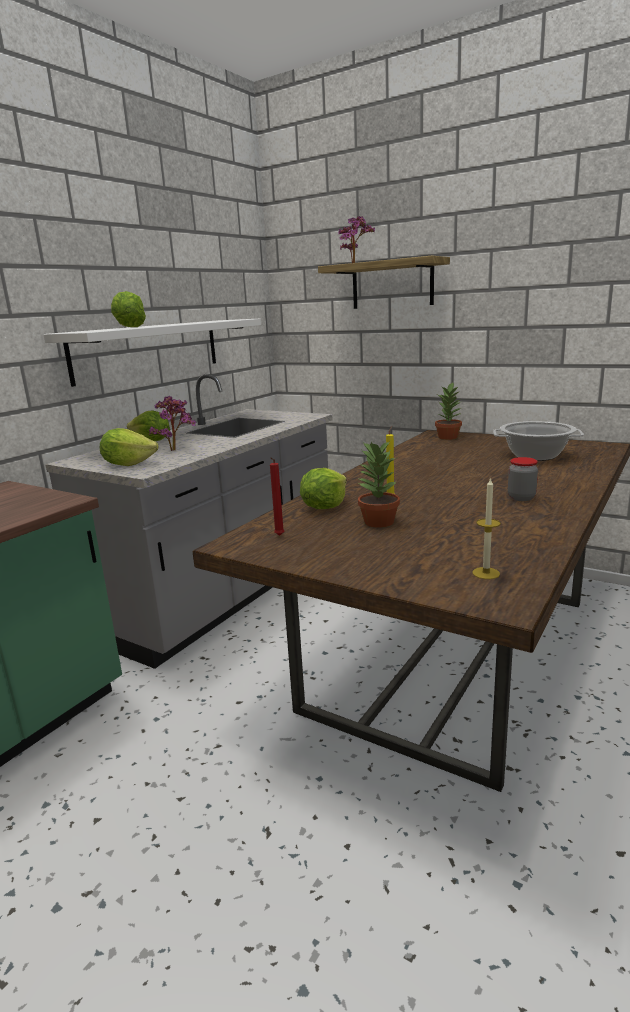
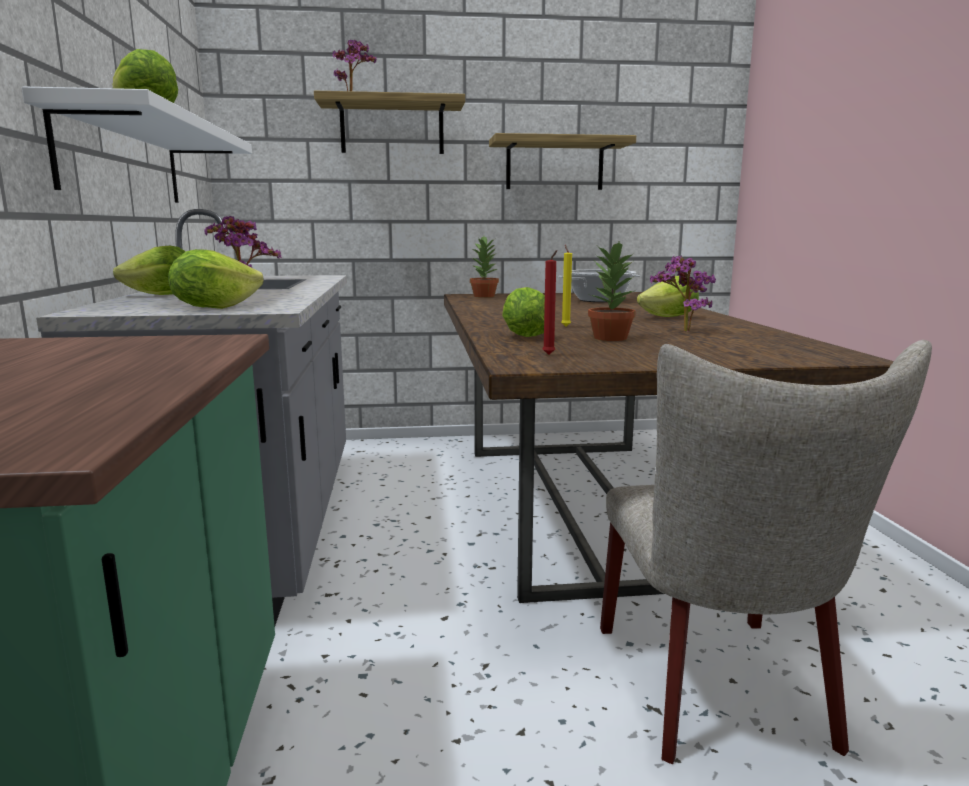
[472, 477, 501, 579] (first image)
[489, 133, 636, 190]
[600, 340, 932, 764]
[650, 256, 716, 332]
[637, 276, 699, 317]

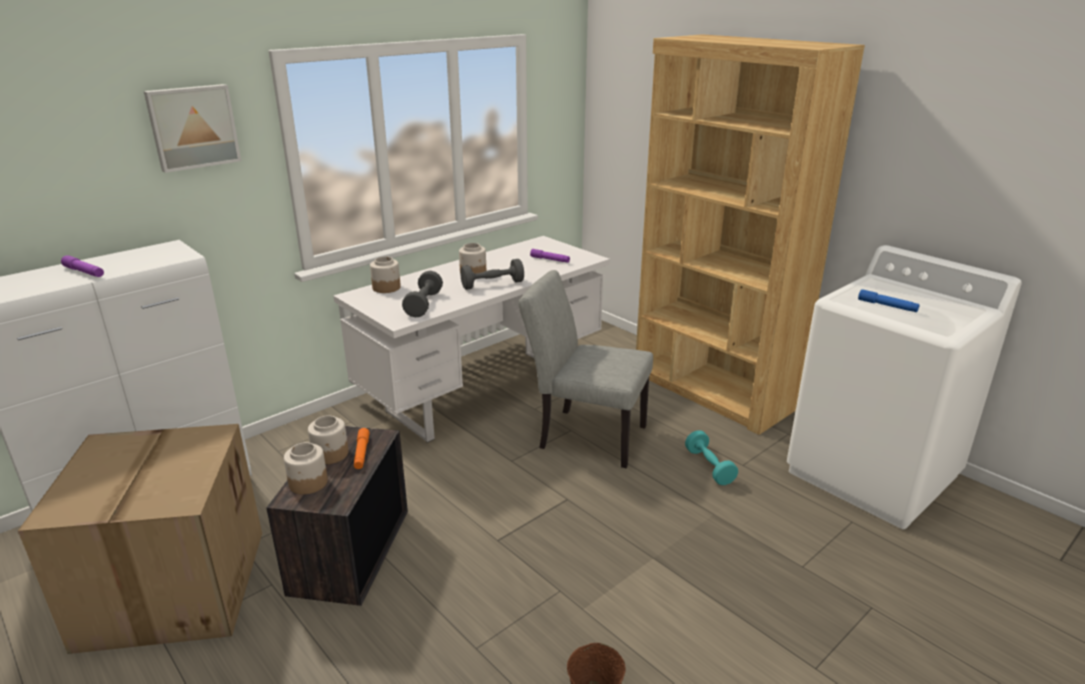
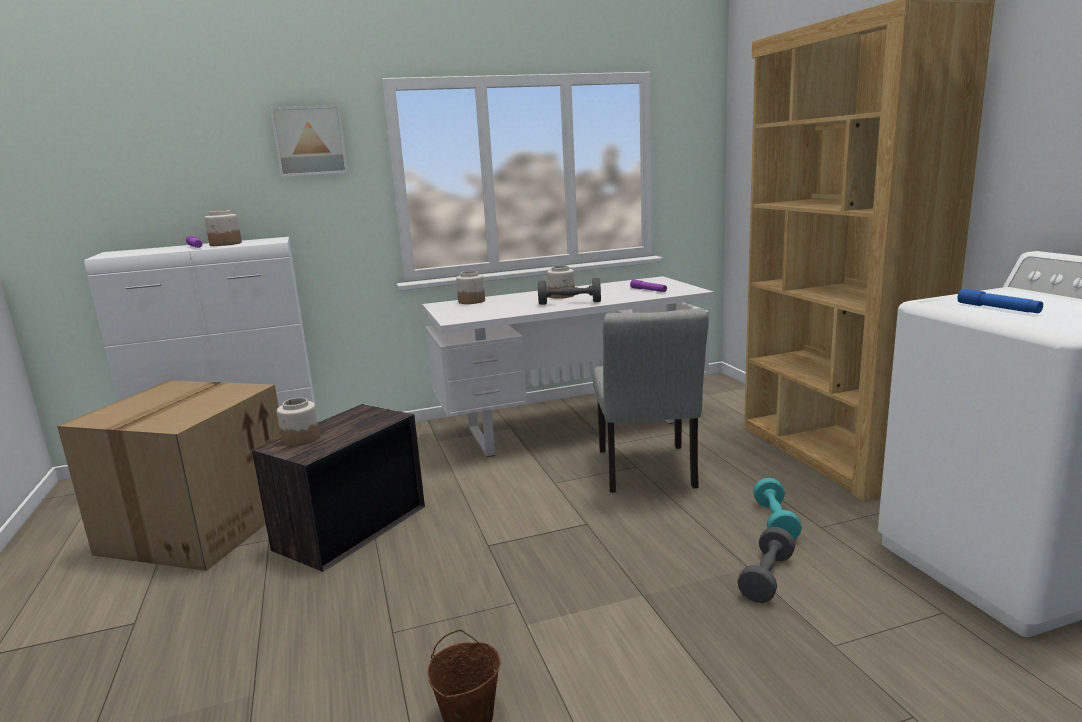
[354, 428, 370, 469] (first image)
[204, 210, 242, 246]
[737, 527, 795, 603]
[593, 308, 708, 493]

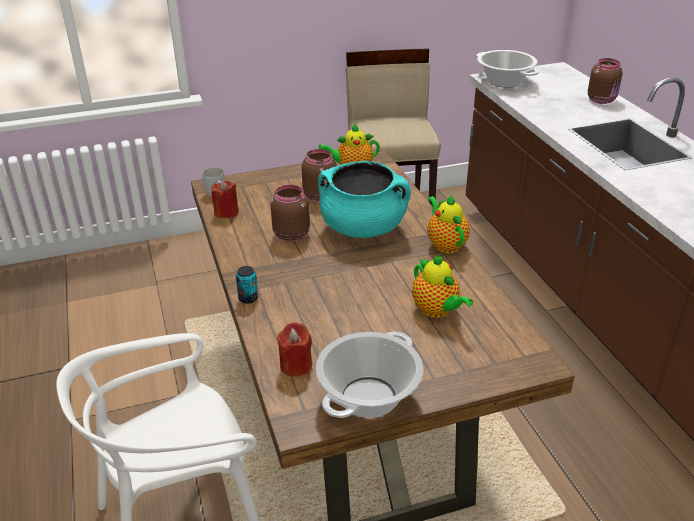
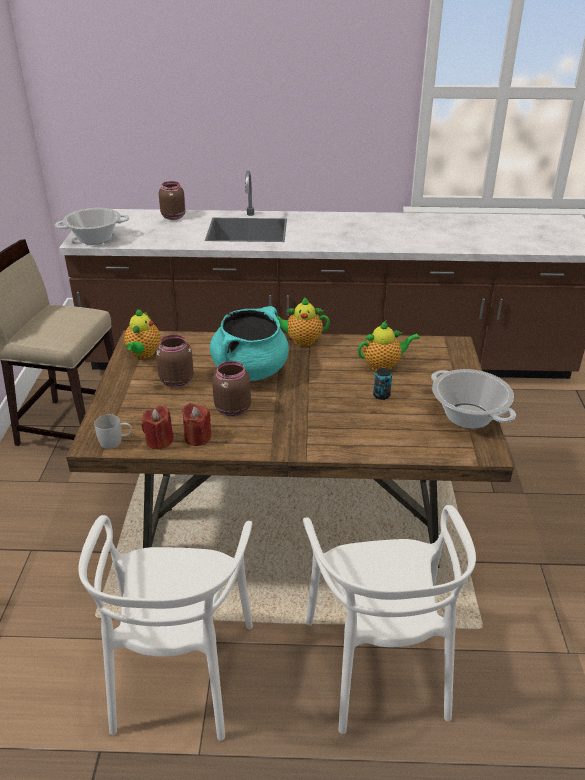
[78, 515, 253, 741]
[373, 368, 392, 400]
[182, 403, 212, 446]

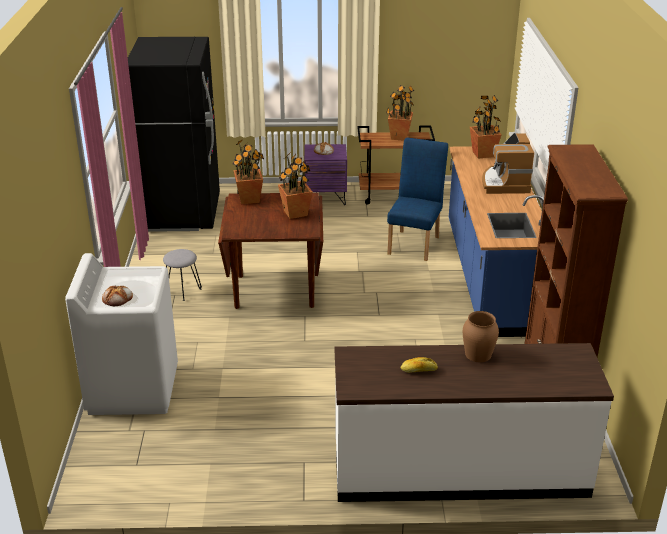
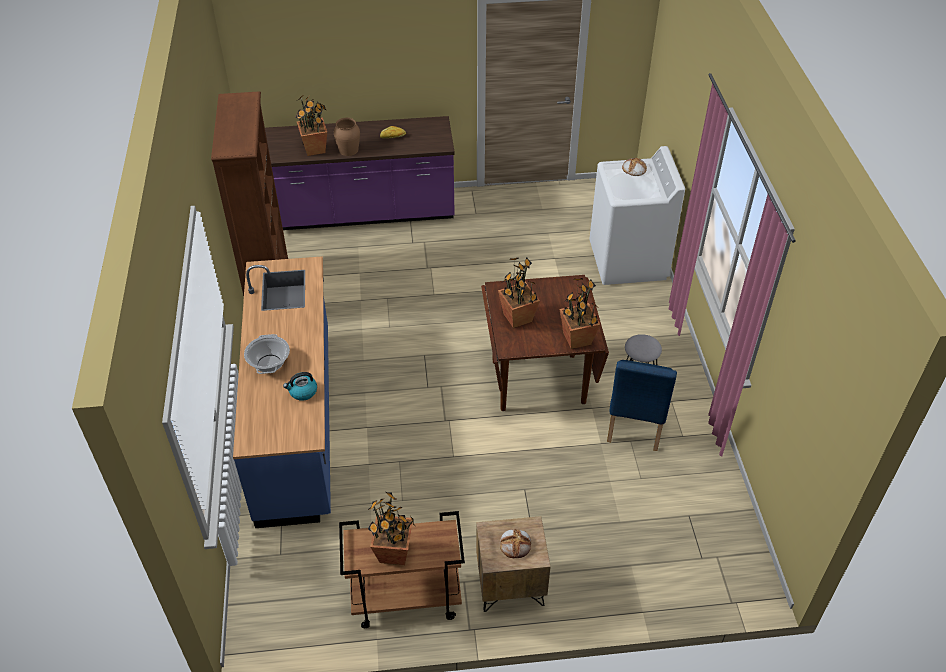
[128, 37, 220, 232] (first image)
[283, 372, 317, 400]
[607, 360, 677, 451]
[295, 94, 327, 156]
[244, 334, 290, 374]
[476, 516, 551, 612]
[265, 116, 455, 230]

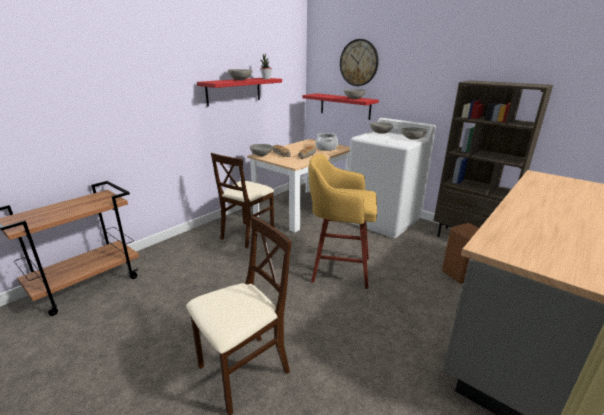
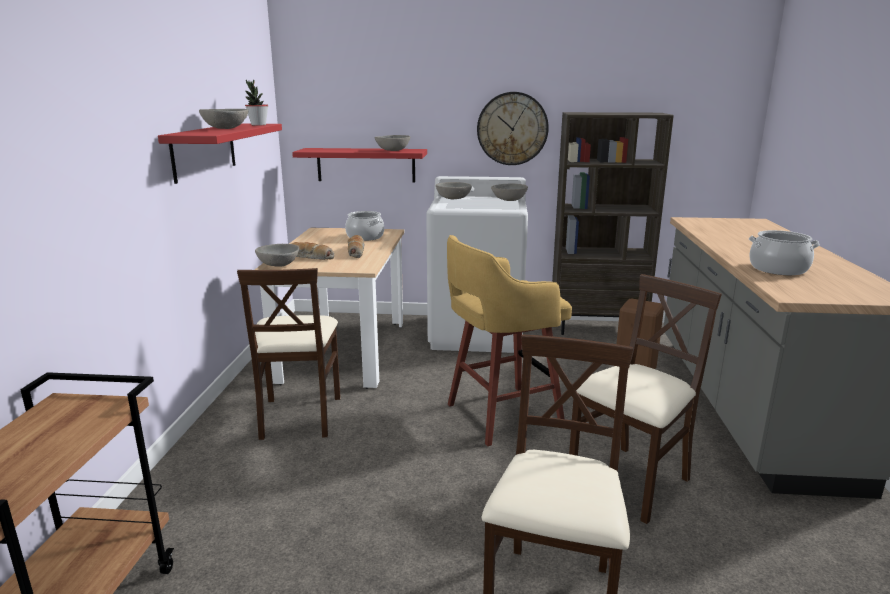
[569, 274, 722, 524]
[749, 230, 820, 275]
[477, 92, 549, 165]

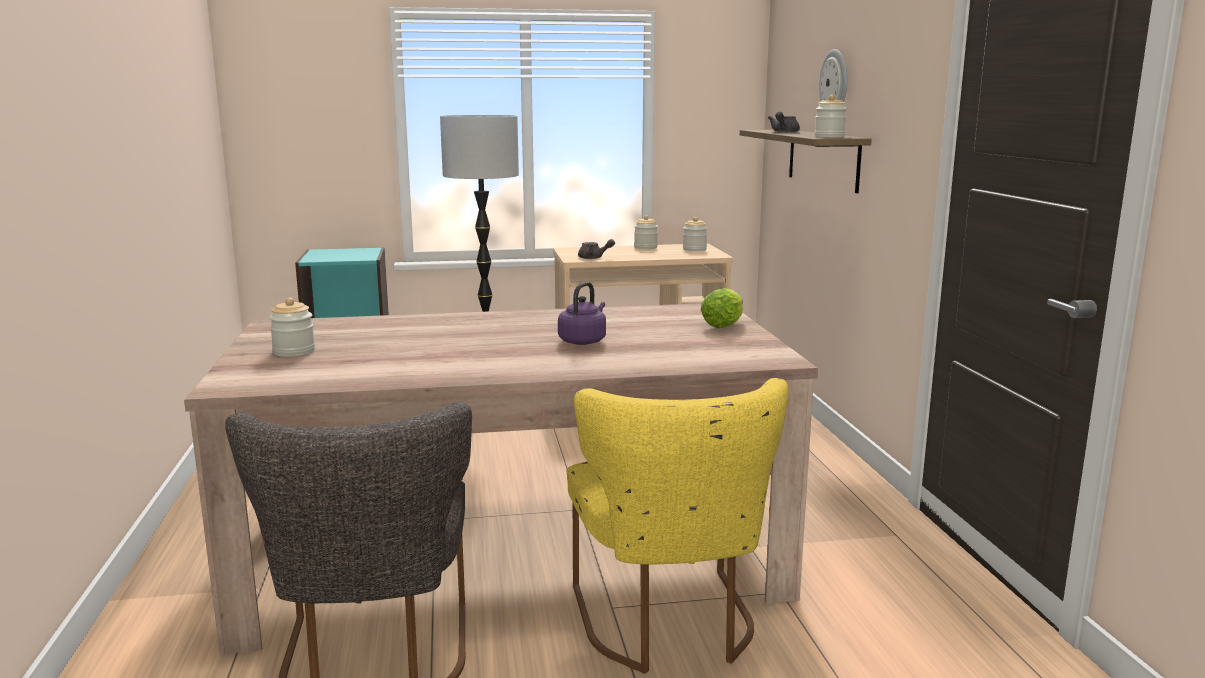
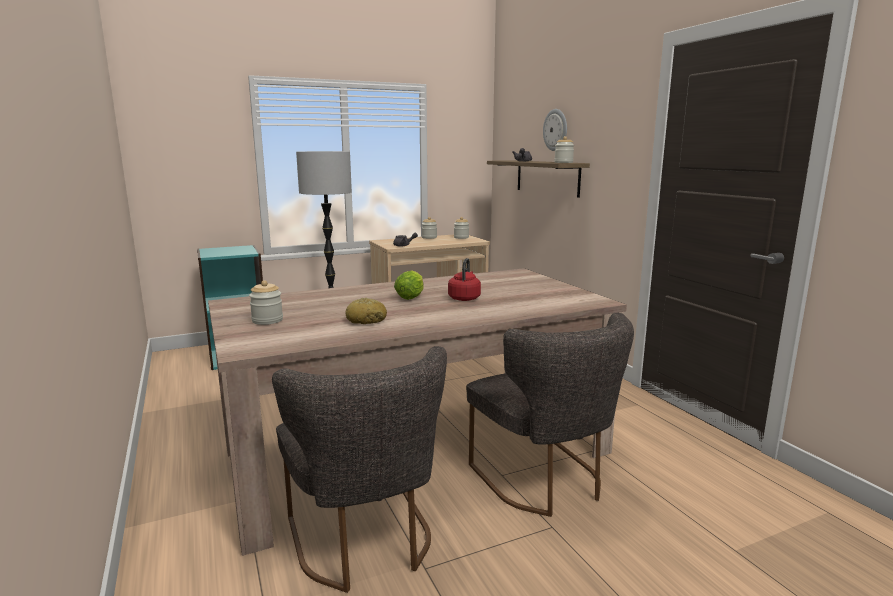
[345, 298, 387, 324]
[394, 270, 424, 300]
[448, 258, 481, 301]
[466, 313, 634, 517]

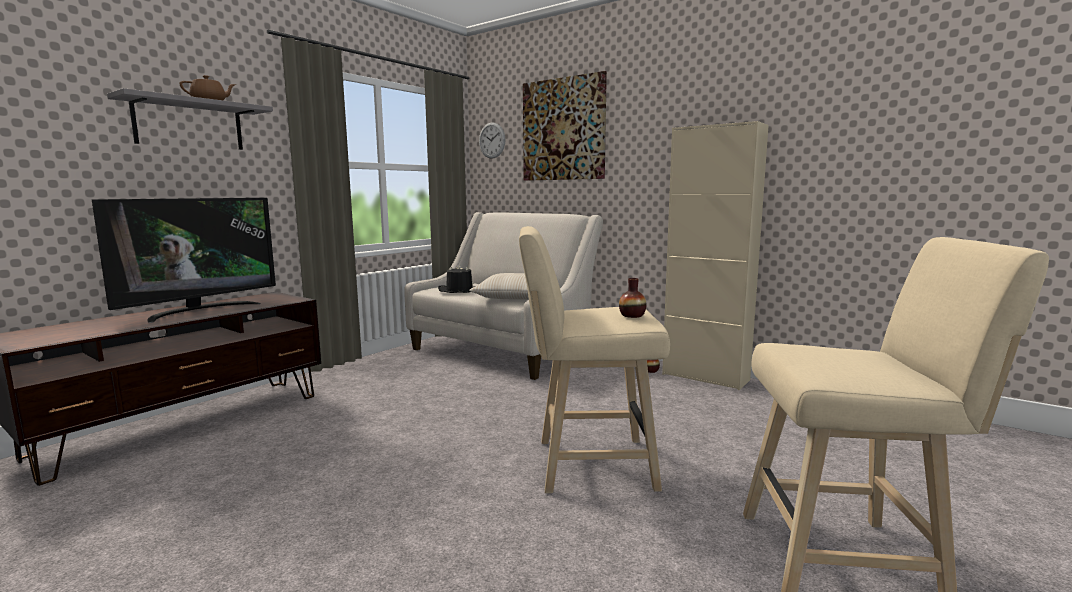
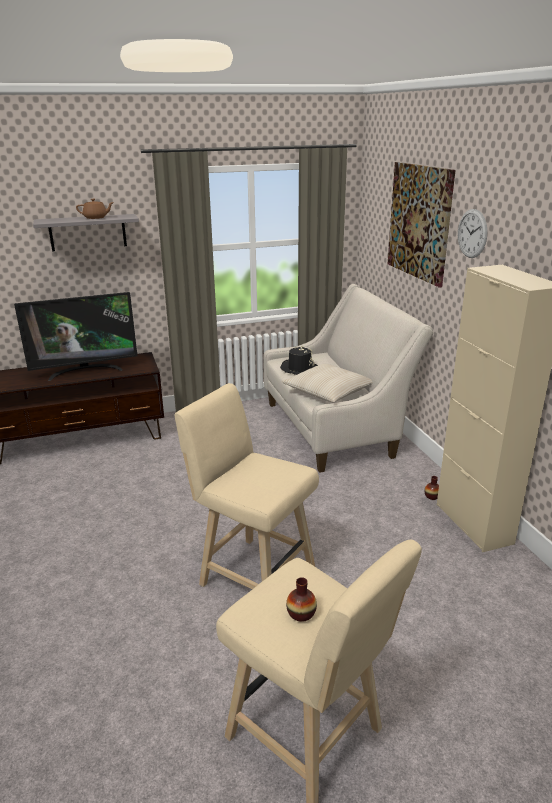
[458, 209, 487, 258]
[286, 577, 317, 622]

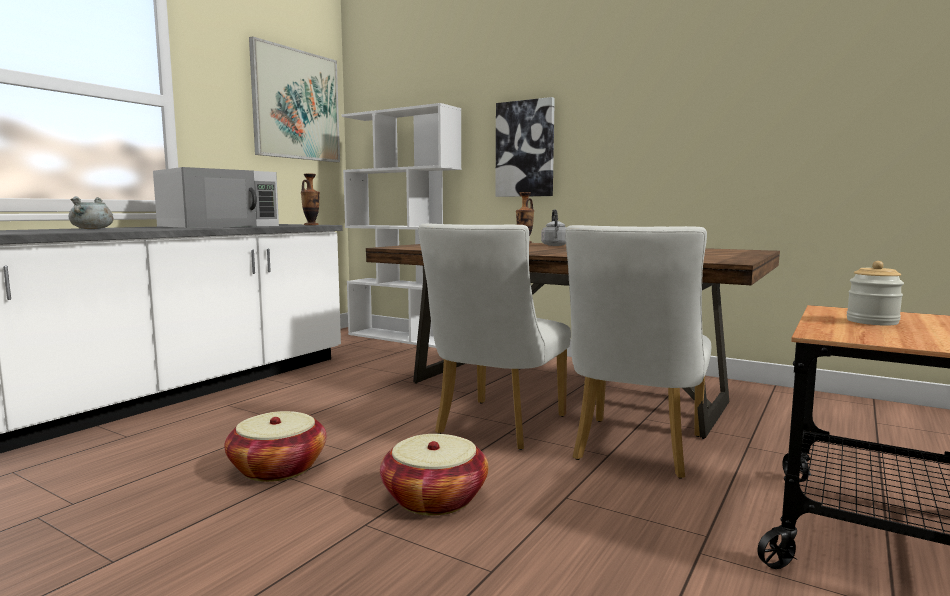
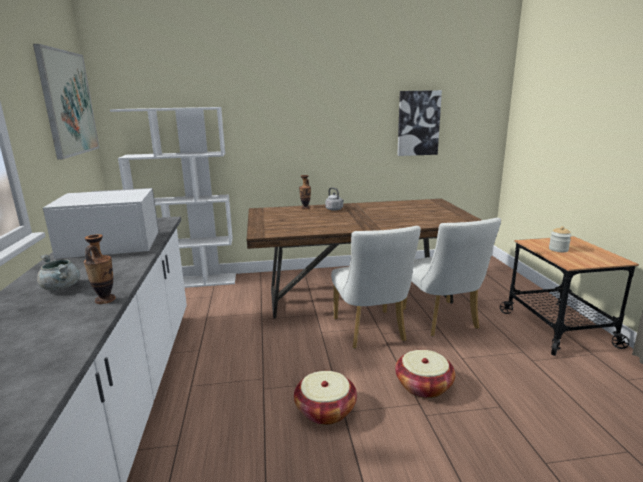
[84, 234, 116, 304]
[397, 90, 442, 156]
[43, 188, 159, 259]

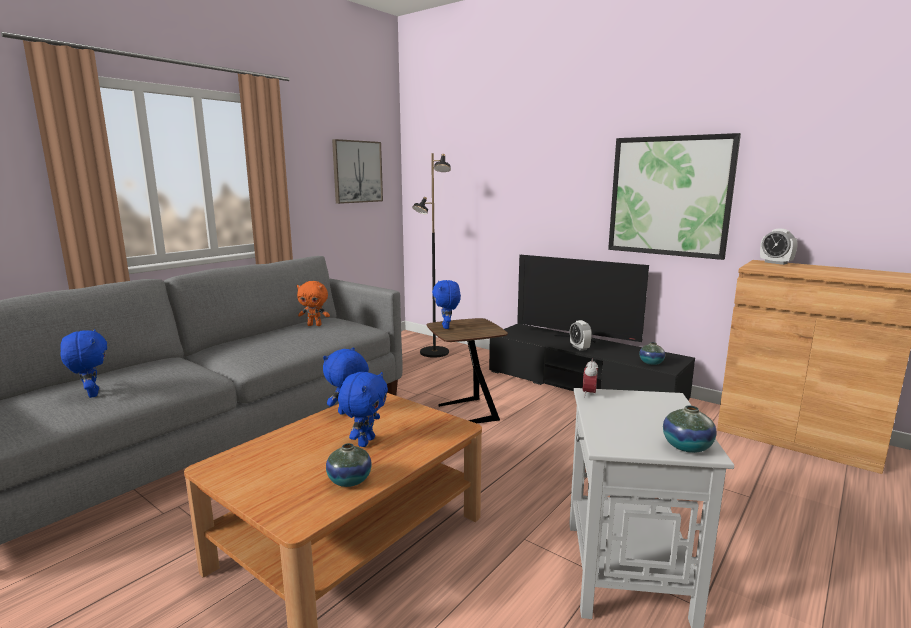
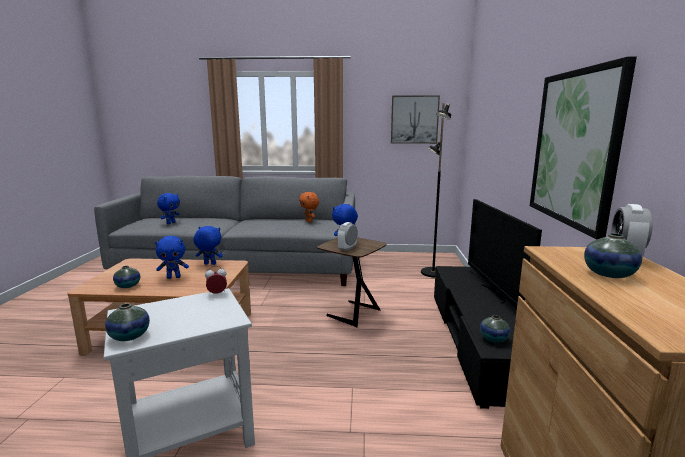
[584, 233, 642, 278]
[337, 222, 358, 251]

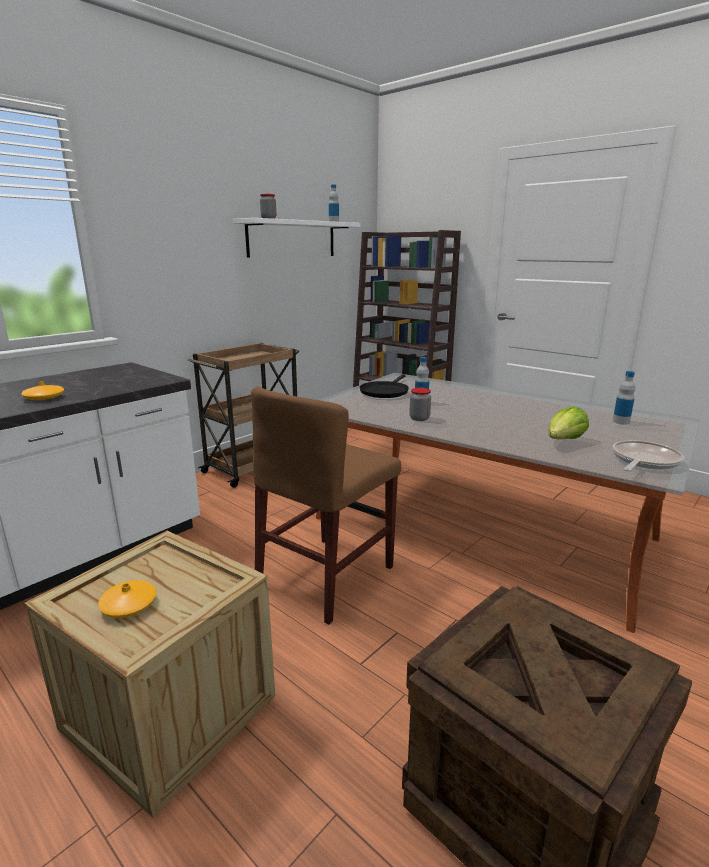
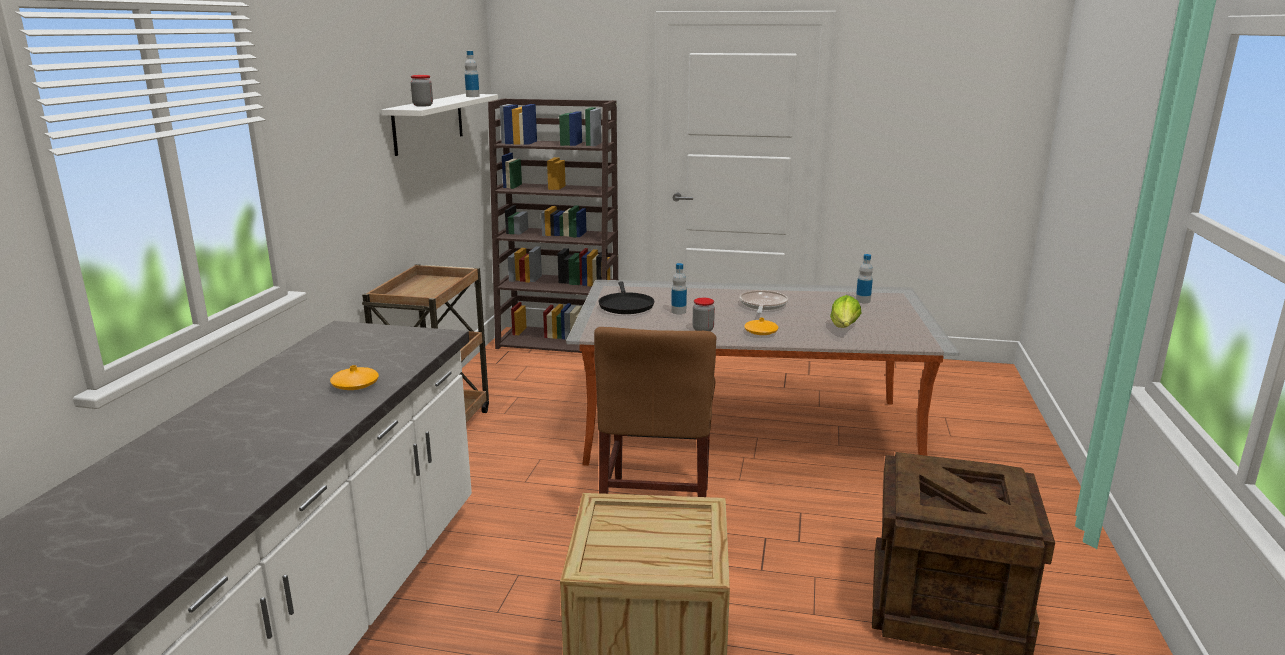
[744, 318, 779, 335]
[740, 290, 788, 314]

